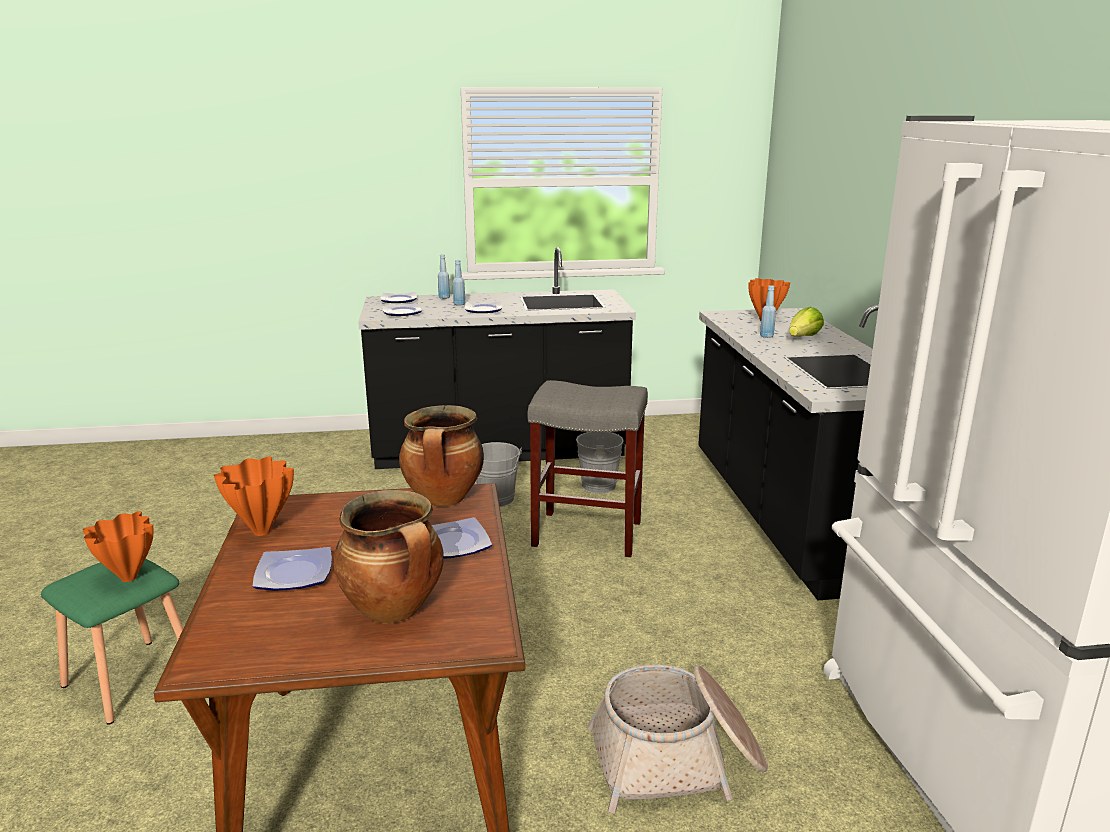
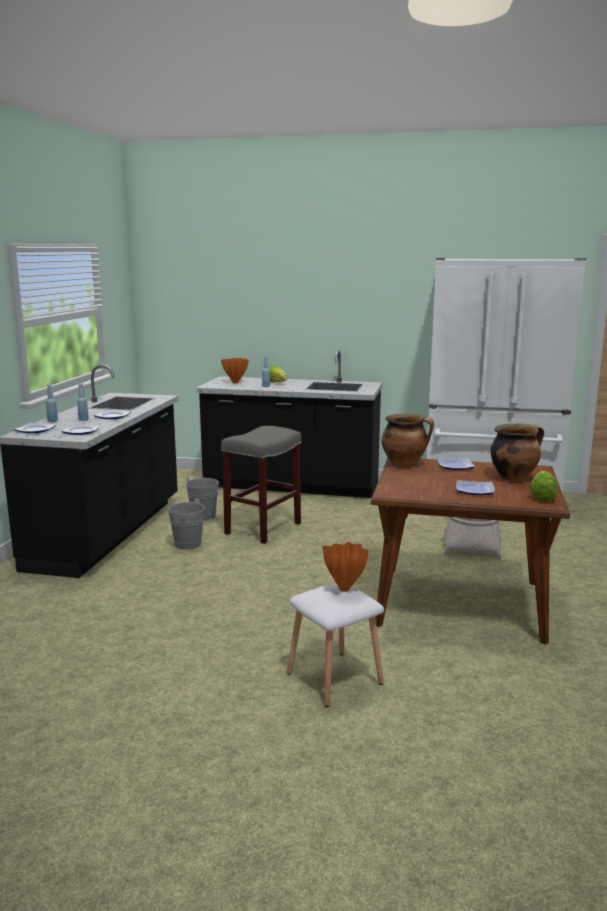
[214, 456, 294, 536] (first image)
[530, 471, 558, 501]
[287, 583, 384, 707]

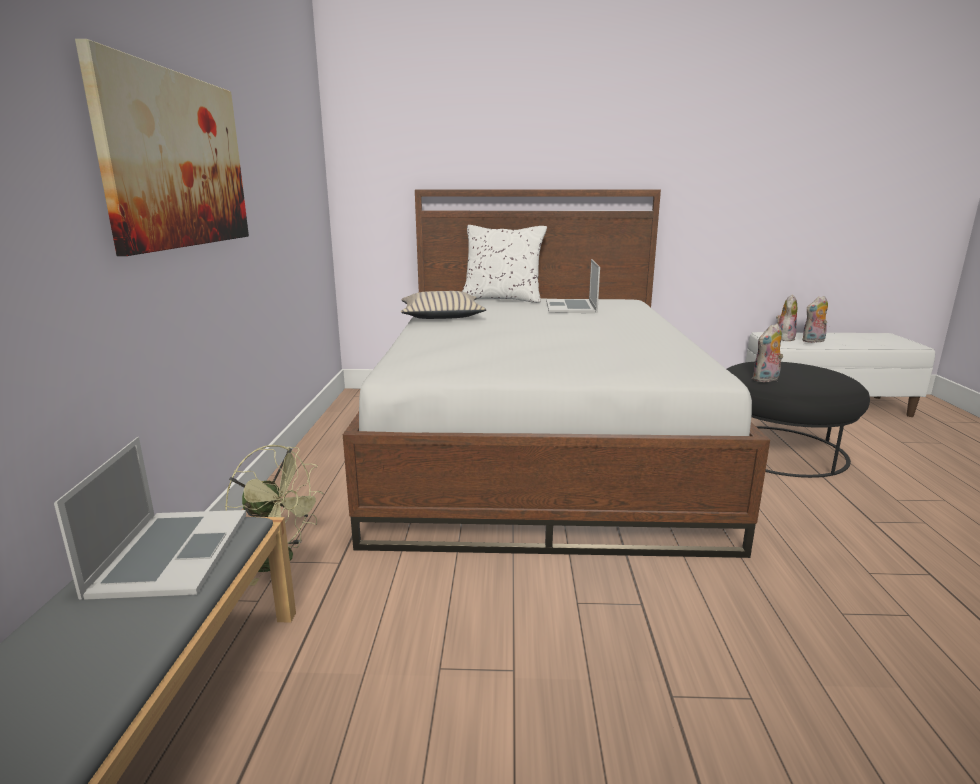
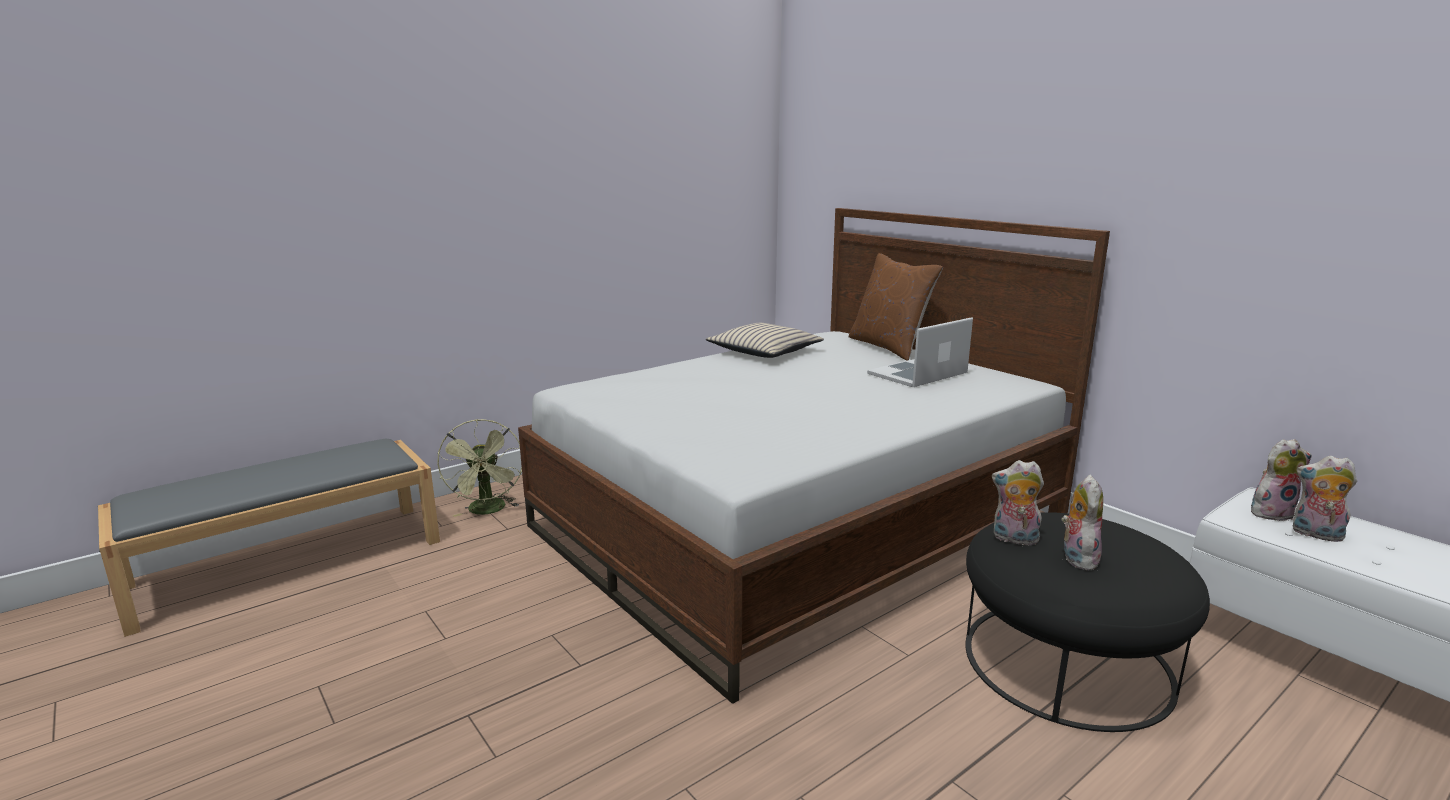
[54, 437, 246, 600] (first image)
[75, 39, 249, 256] (first image)
[1061, 475, 1103, 570]
[849, 253, 943, 361]

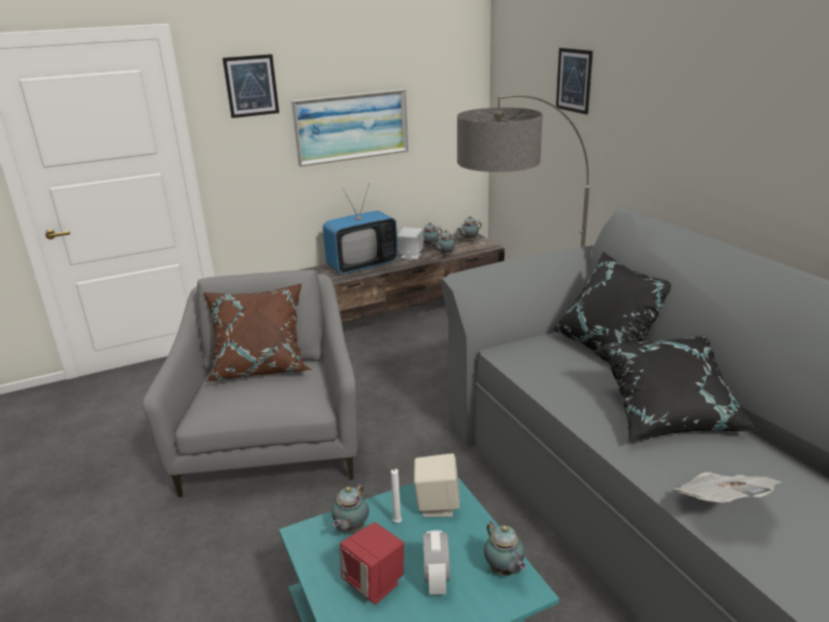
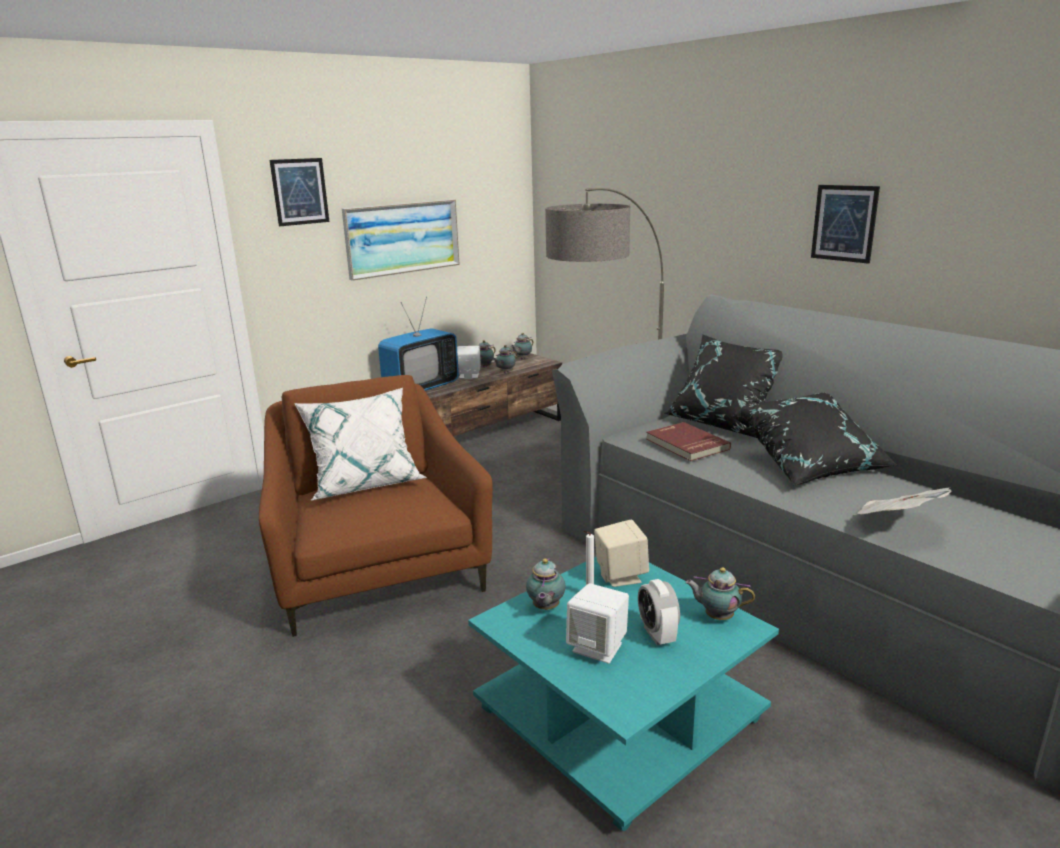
[646, 422, 731, 461]
[811, 185, 880, 264]
[259, 375, 493, 637]
[294, 388, 427, 501]
[566, 583, 629, 664]
[685, 567, 755, 620]

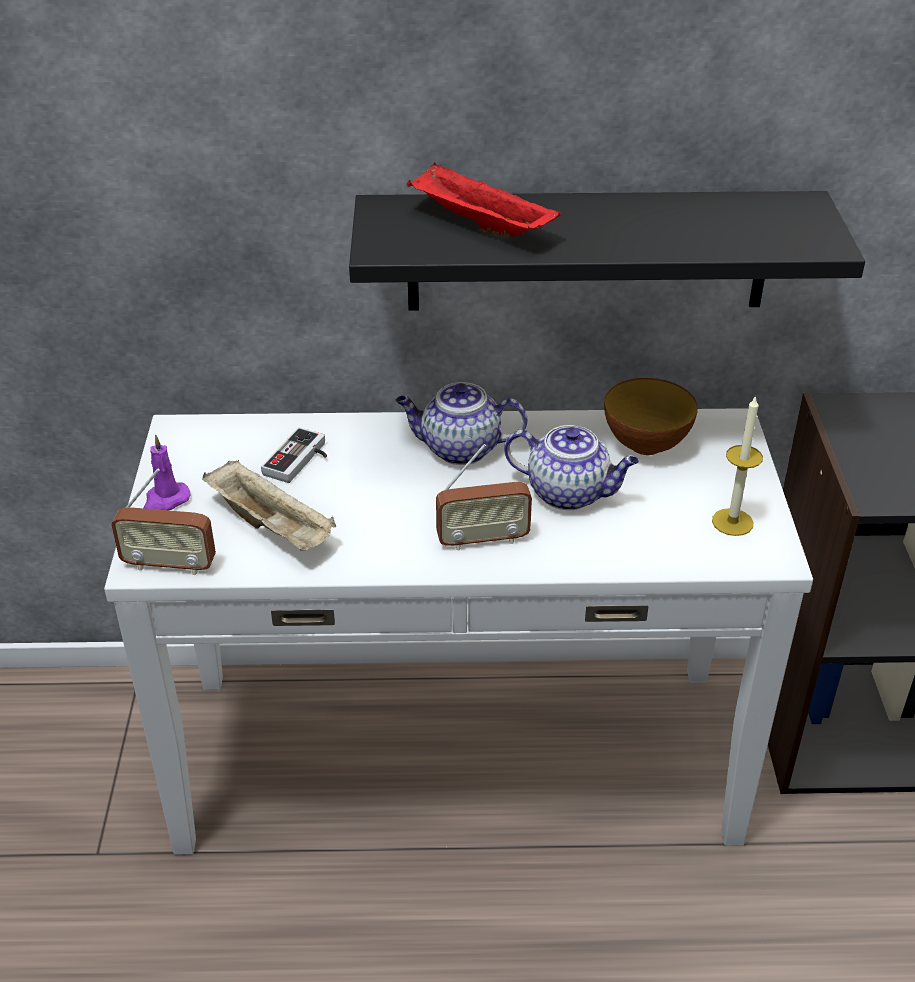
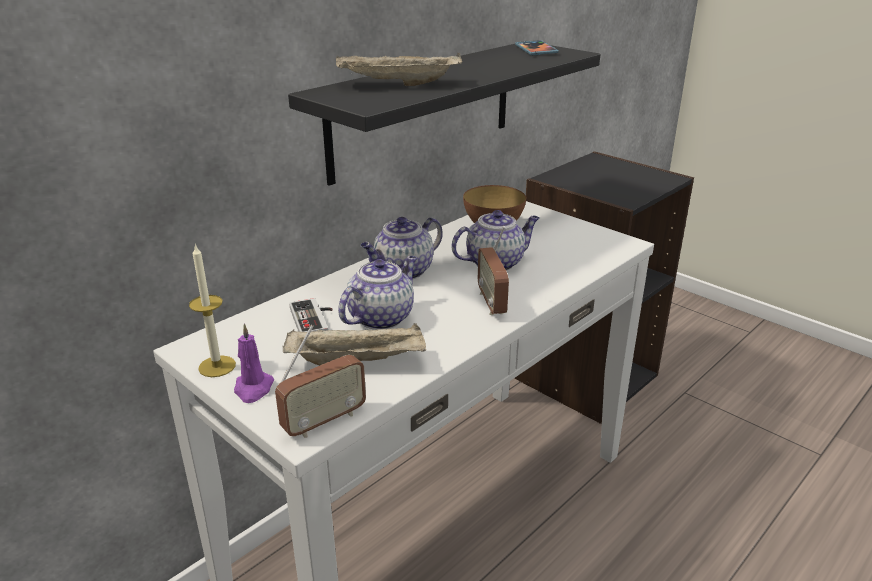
[338, 256, 417, 330]
[515, 40, 559, 55]
[189, 244, 236, 377]
[336, 53, 463, 86]
[478, 226, 509, 315]

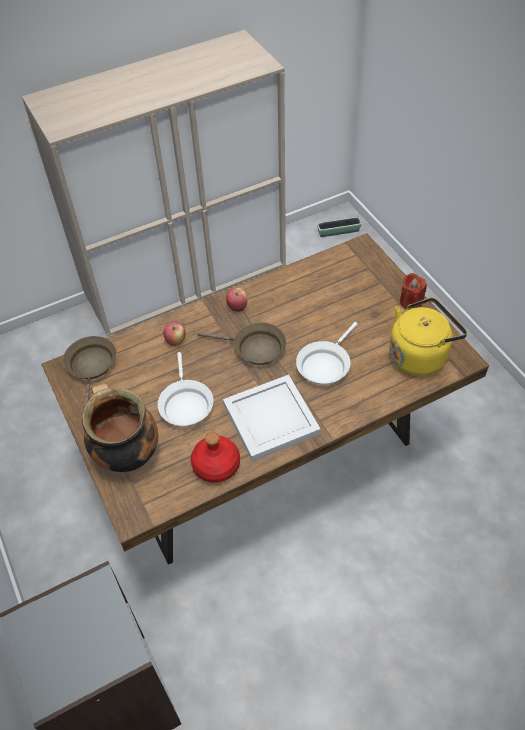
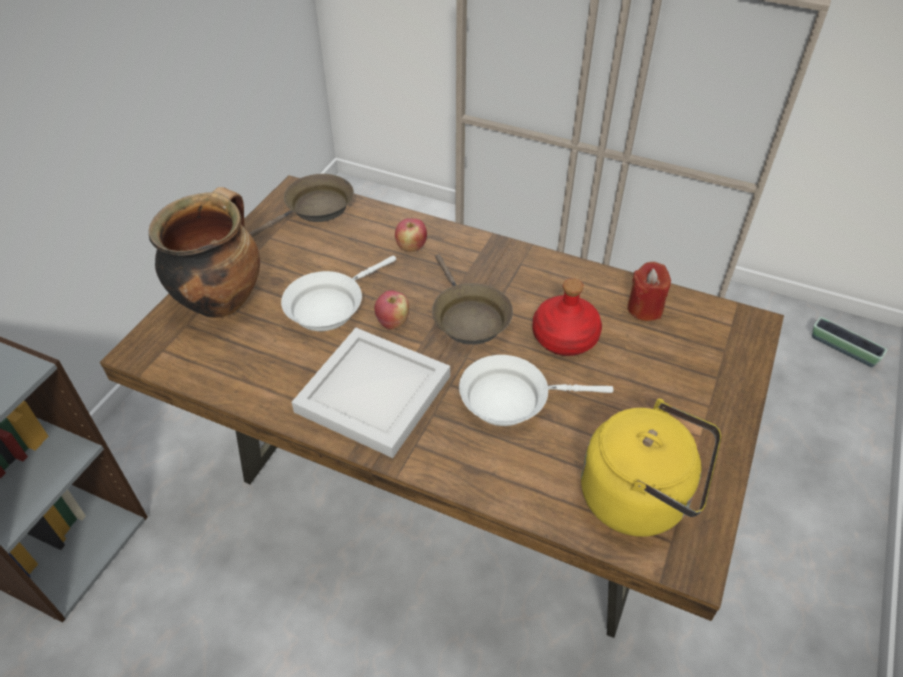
[532, 278, 602, 356]
[374, 290, 409, 330]
[627, 262, 671, 321]

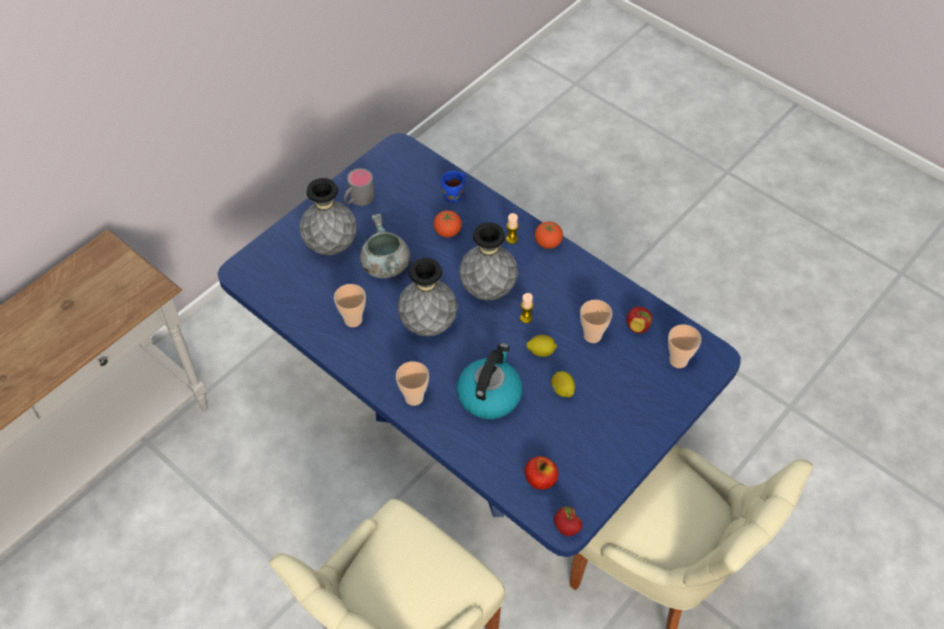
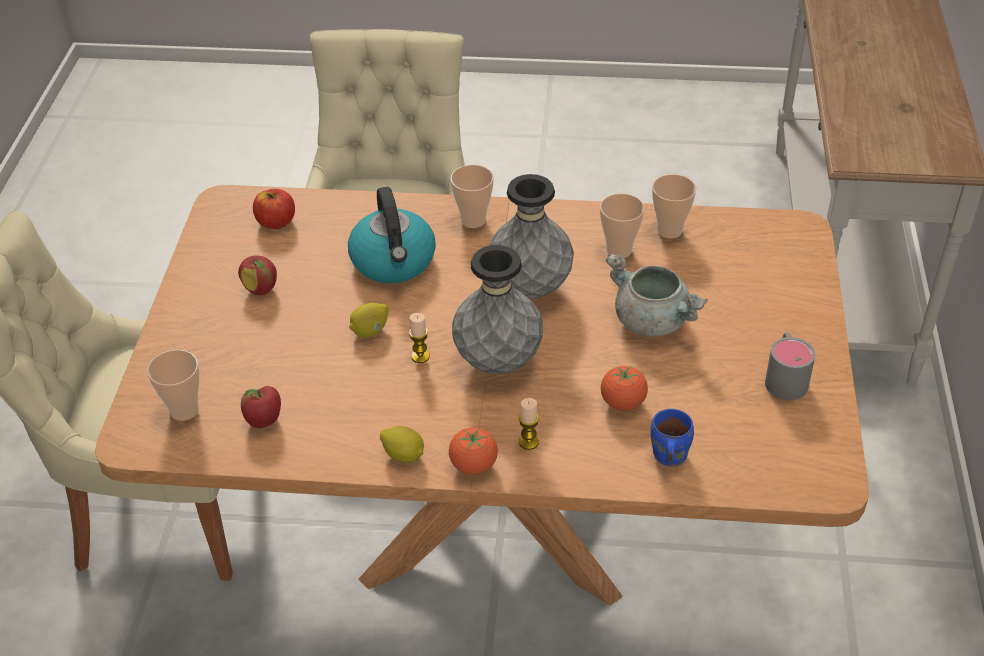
[299, 178, 357, 255] (first image)
[380, 426, 424, 463]
[238, 255, 277, 295]
[652, 174, 696, 238]
[95, 185, 869, 605]

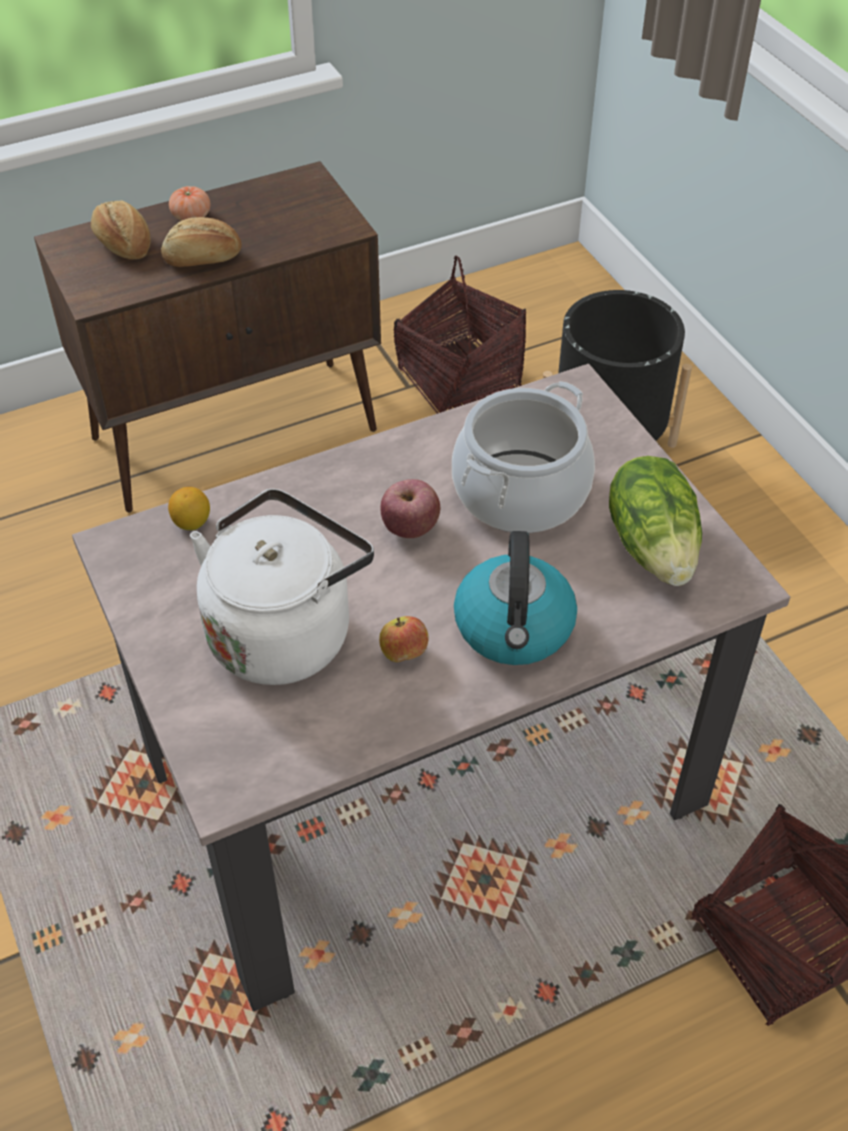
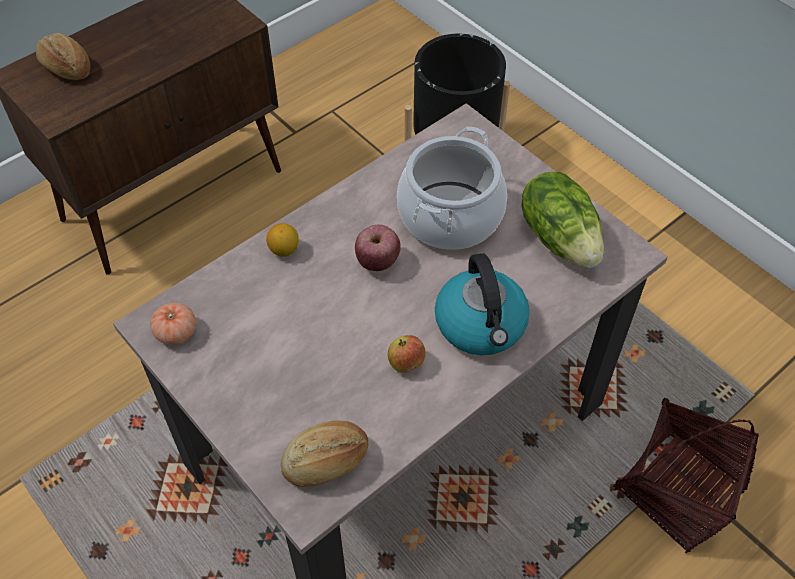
[190, 489, 374, 685] (first image)
[394, 255, 526, 414] (first image)
[281, 420, 368, 487]
[266, 223, 299, 257]
[150, 302, 196, 345]

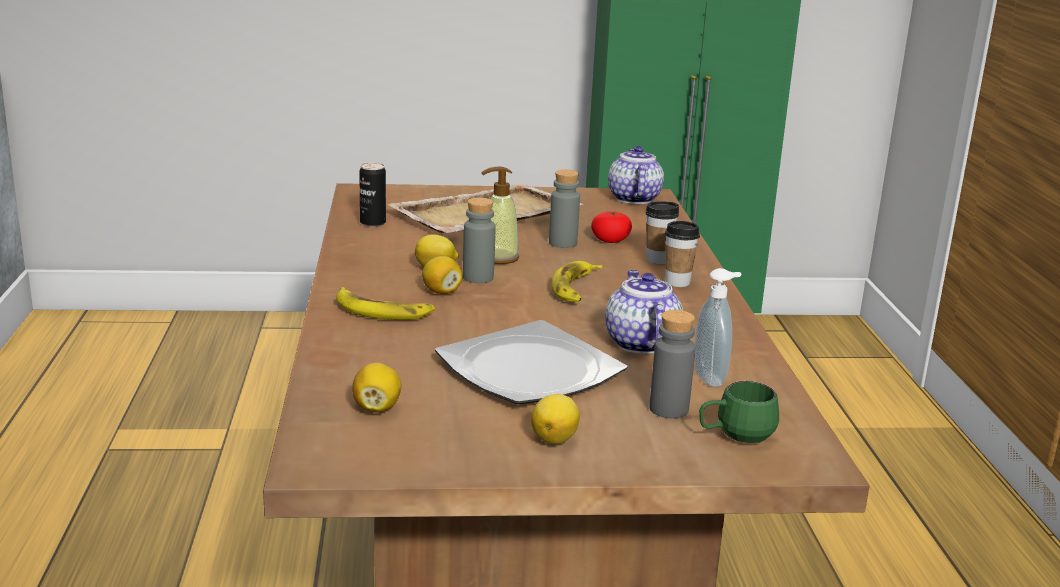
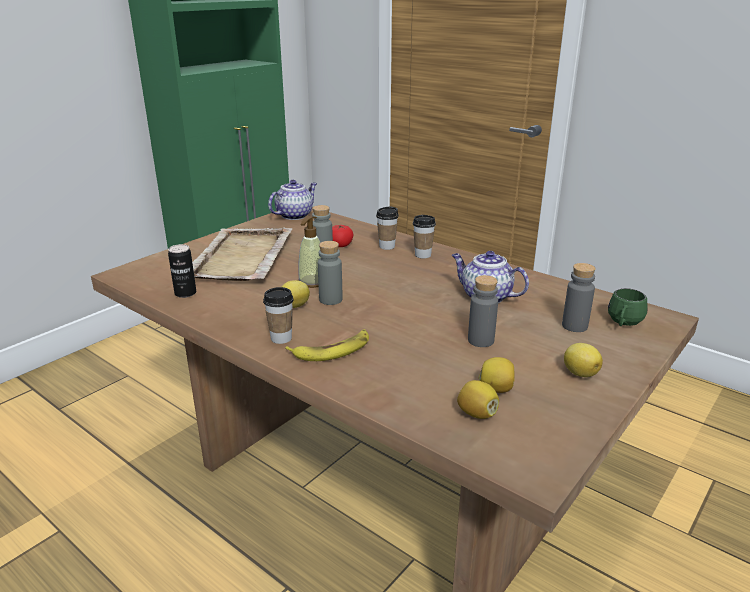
[551, 261, 602, 302] (first image)
[695, 268, 742, 387] (first image)
[263, 287, 294, 344]
[479, 357, 515, 393]
[468, 275, 498, 347]
[268, 180, 317, 220]

